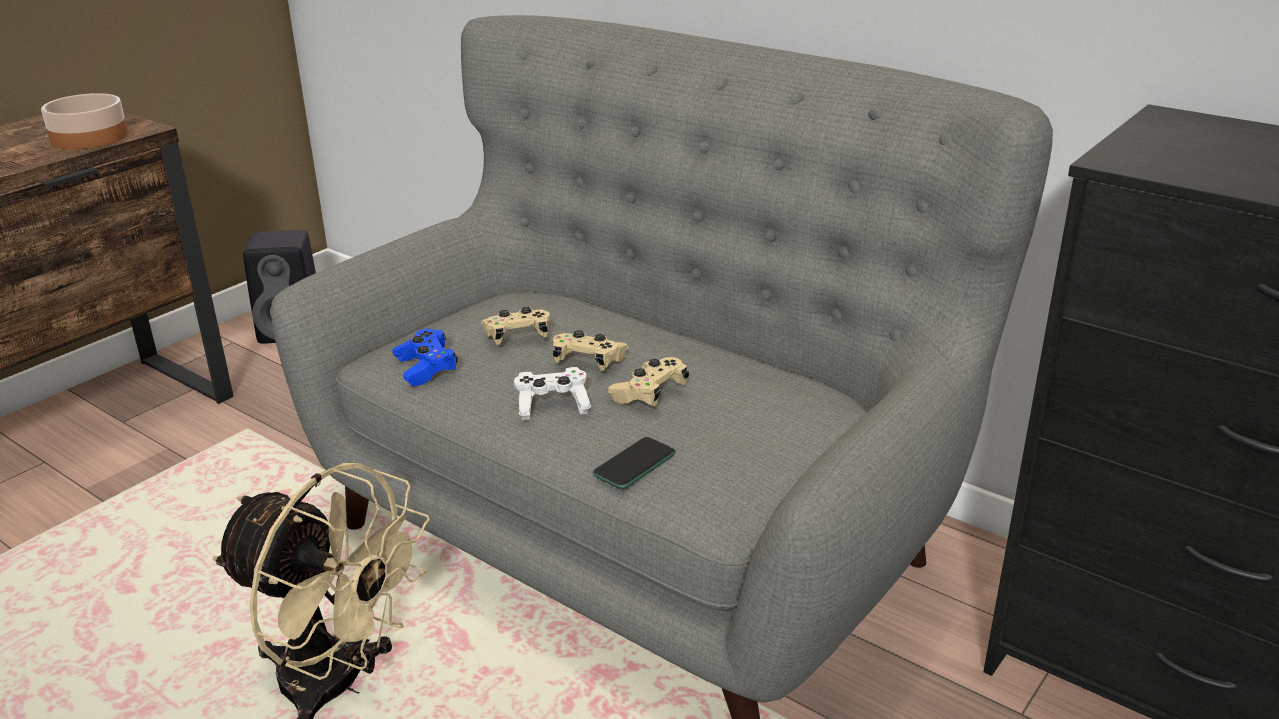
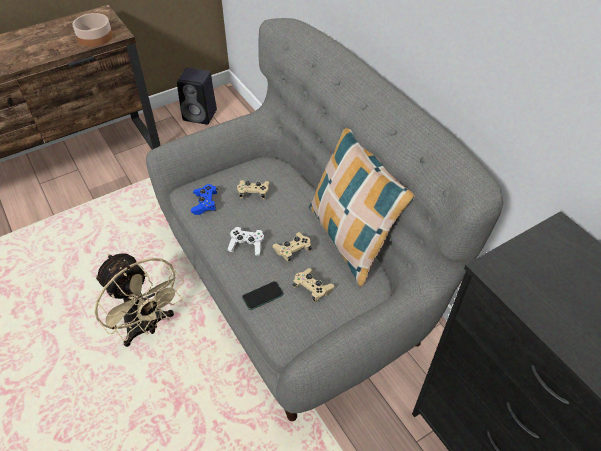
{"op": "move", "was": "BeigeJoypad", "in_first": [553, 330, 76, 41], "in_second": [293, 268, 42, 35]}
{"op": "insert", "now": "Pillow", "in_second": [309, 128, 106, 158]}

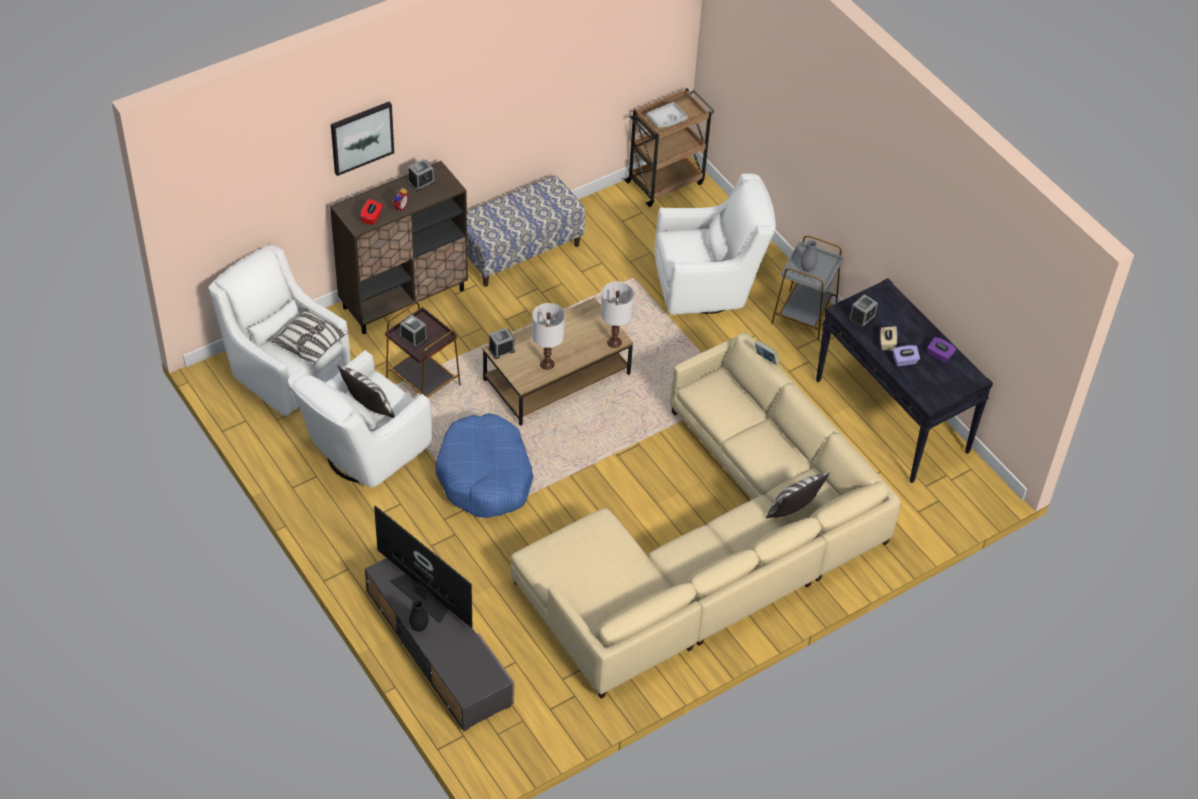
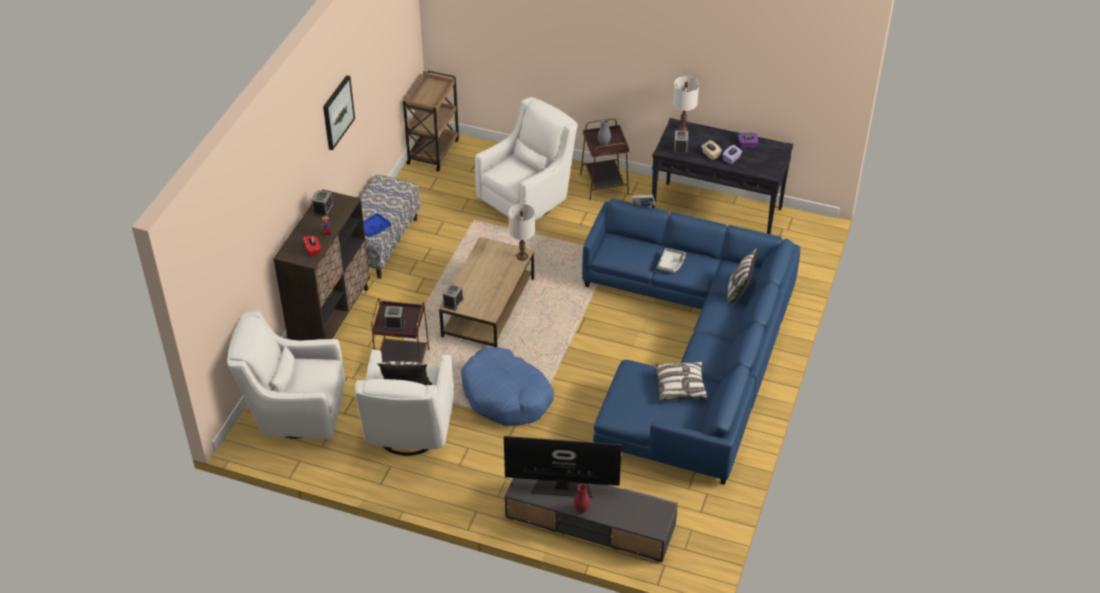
{"op": "move", "was": "Picture", "in_first": [331, 102, 63, 74], "in_second": [323, 75, 32, 75]}
{"op": "move", "was": "GreyishTray", "in_first": [647, 102, 40, 25], "in_second": [657, 248, 29, 25]}
{"op": "recolor", "was": "GreyishAccentTable", "now": "BrownishAccentTable", "in_first": [771, 235, 73, 107], "in_second": [580, 118, 49, 82]}
{"op": "move", "was": "WhiteColouredTabletopLamp", "in_first": [532, 303, 33, 67], "in_second": [672, 76, 27, 55]}
{"op": "move", "was": "Pillow", "in_first": [272, 308, 77, 57], "in_second": [653, 362, 55, 39]}
{"op": "recolor", "was": "BeigeSofa", "now": "BluishSofa", "in_first": [510, 332, 391, 367], "in_second": [582, 199, 218, 286]}
{"op": "recolor", "was": "BlackishVase", "now": "ReddishVase", "in_first": [409, 599, 20, 33], "in_second": [574, 484, 16, 29]}
{"op": "insert", "now": "BluishTray", "in_second": [363, 213, 28, 24]}

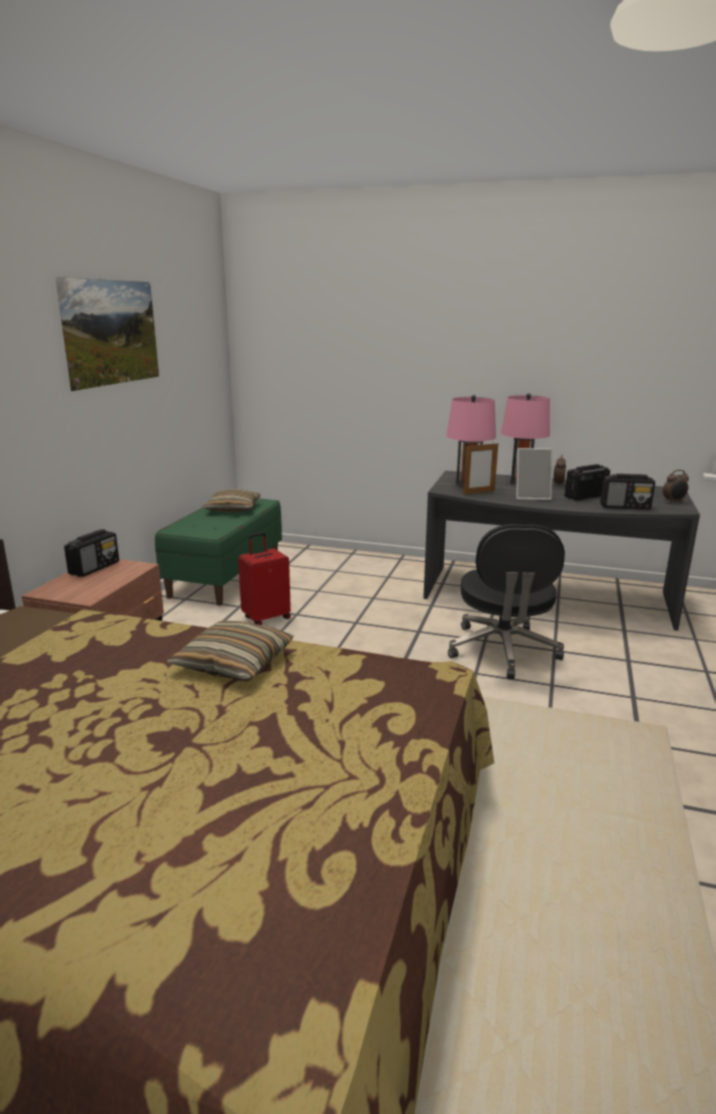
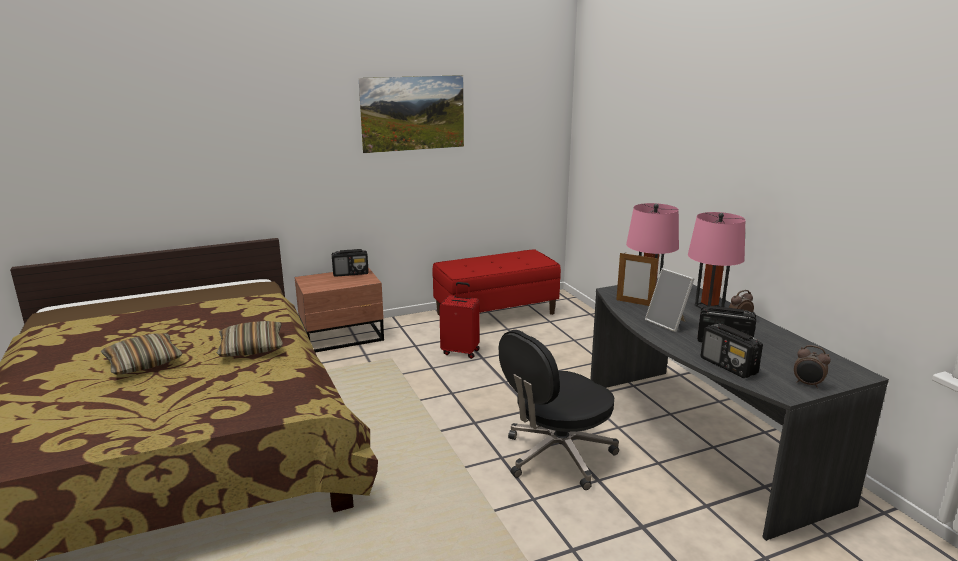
{"op": "move", "was": "Pillow", "in_first": [203, 489, 57, 23], "in_second": [101, 333, 81, 42]}
{"op": "recolor", "was": "GreenColouredBench", "now": "ReddishBench", "in_first": [155, 498, 127, 108], "in_second": [433, 249, 128, 66]}

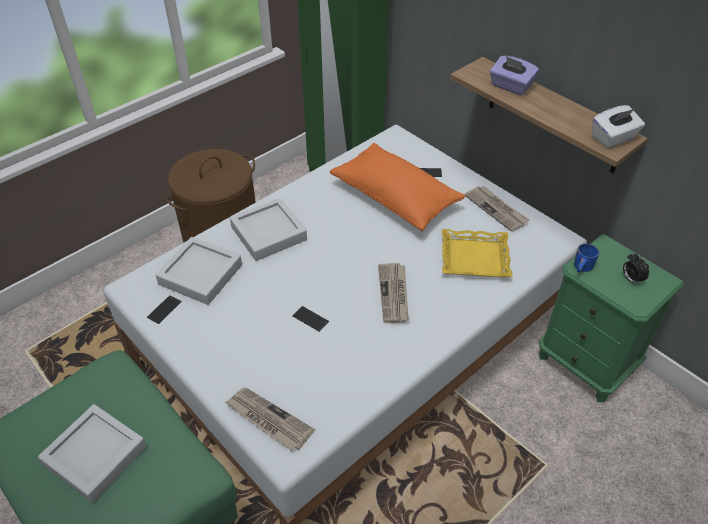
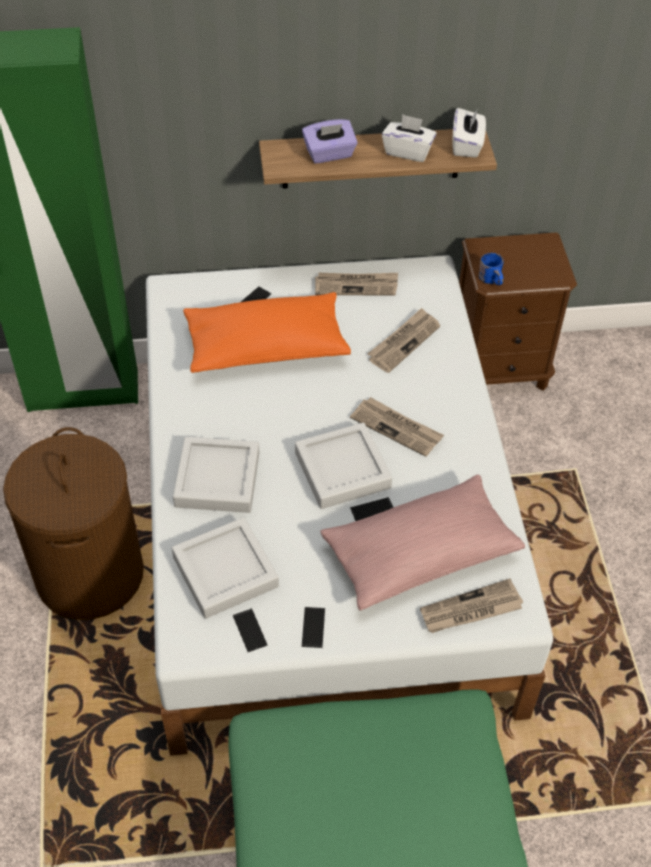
{"op": "replace", "was": "YellowishTray", "now": "DailyPaper", "in_first": [442, 229, 71, 48], "in_second": [367, 308, 73, 65]}
{"op": "recolor", "was": "GreenColouredNightstand", "now": "BrownishNightstand", "in_first": [539, 234, 145, 168], "in_second": [459, 233, 118, 158]}
{"op": "delete", "was": "TableClock", "in_first": [623, 253, 26, 33]}
{"op": "move", "was": "GreyishTray", "in_first": [38, 404, 109, 99], "in_second": [295, 423, 97, 86]}
{"op": "insert", "now": "WhiteColouredTissueBox", "in_second": [382, 114, 55, 48]}
{"op": "insert", "now": "PinkPillow", "in_second": [320, 474, 205, 136]}
{"op": "insert", "now": "Handset", "in_second": [302, 607, 23, 41]}

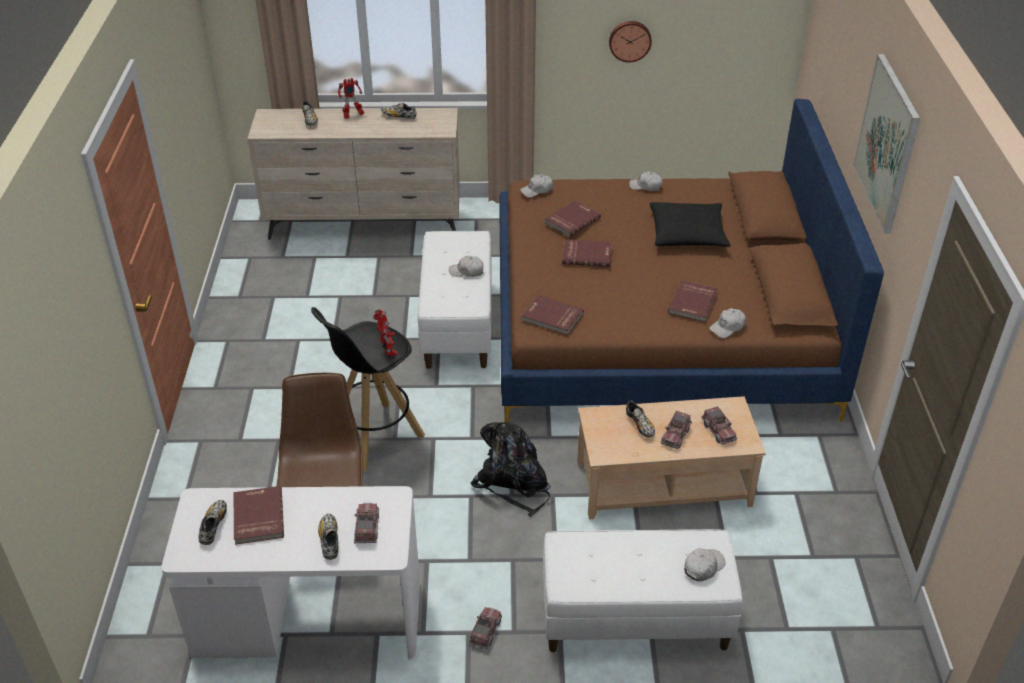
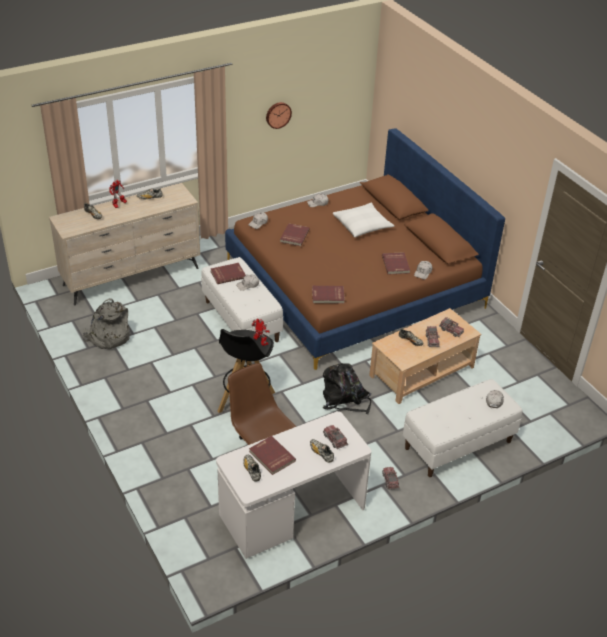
{"op": "delete", "was": "Picture", "in_first": [853, 54, 67, 179]}
{"op": "recolor", "was": "BlackishPillow", "now": "WhiteColouredPillow", "in_first": [650, 202, 81, 45], "in_second": [333, 202, 61, 35]}
{"op": "move", "was": "ReddishBoundBook", "in_first": [562, 239, 50, 28], "in_second": [210, 263, 36, 21]}
{"op": "insert", "now": "GreyishBackpack", "in_second": [83, 298, 47, 51]}

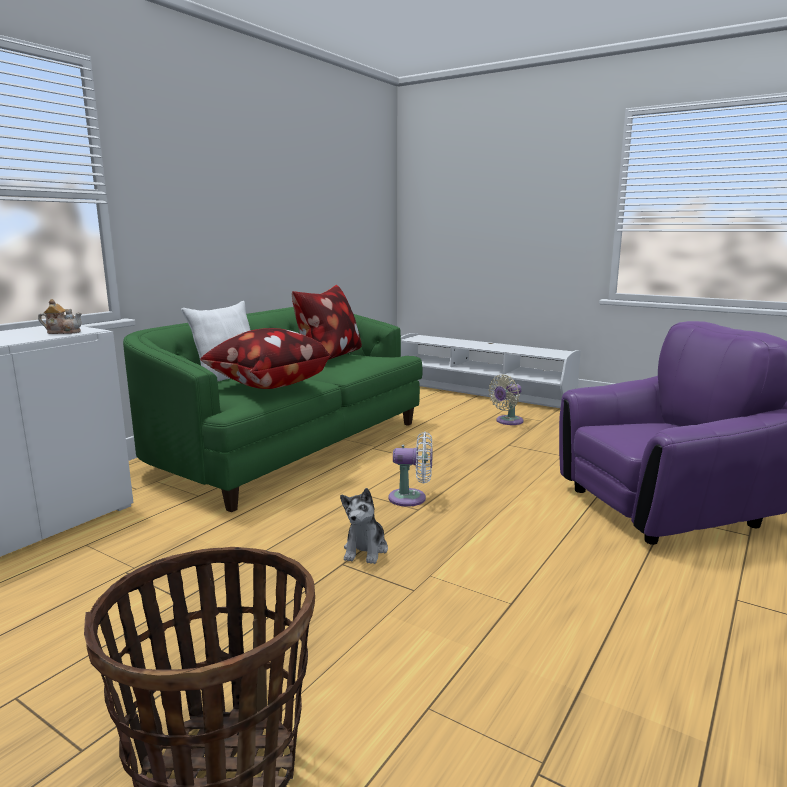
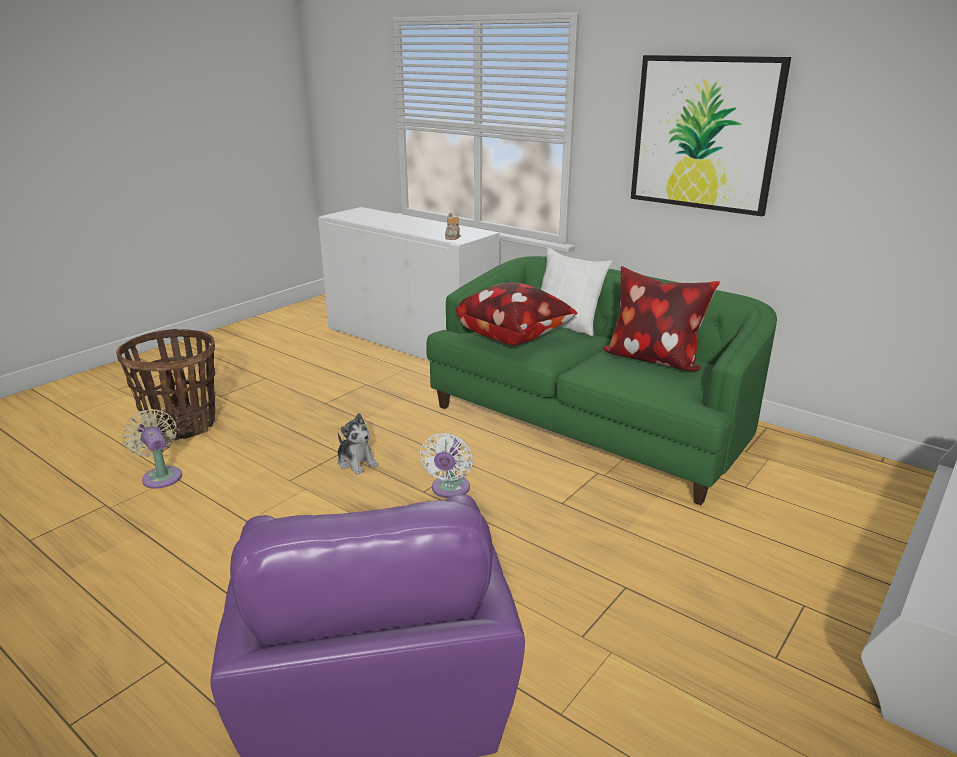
{"op": "move", "was": "BeigeCoolingFan", "in_first": [488, 374, 36, 51], "in_second": [122, 409, 60, 80]}
{"op": "rotate", "was": "PlushToy", "in_first": [340, 488, 48, 76], "in_second": [338, 413, 40, 62], "clockwise": -150}
{"op": "insert", "now": "Picture", "in_second": [631, 55, 160, 161]}

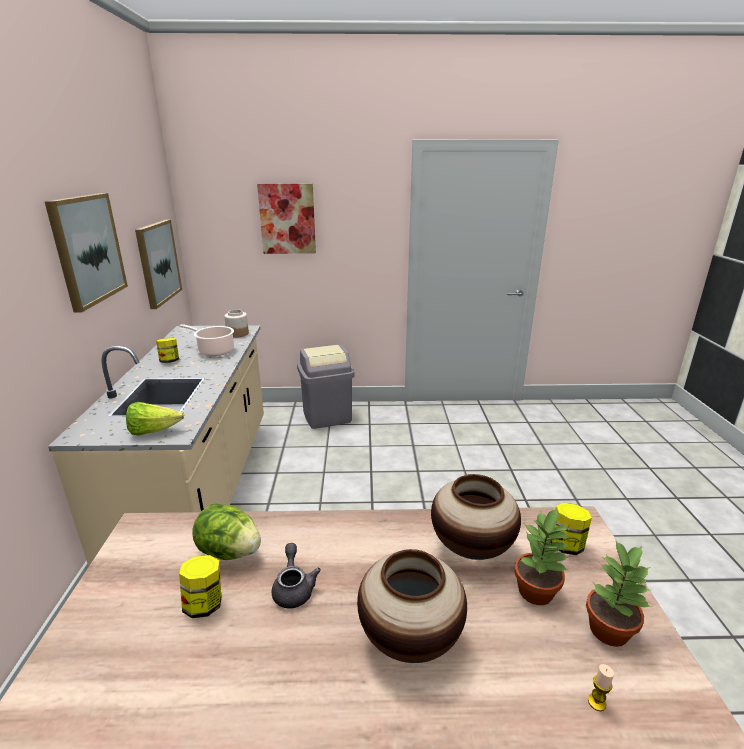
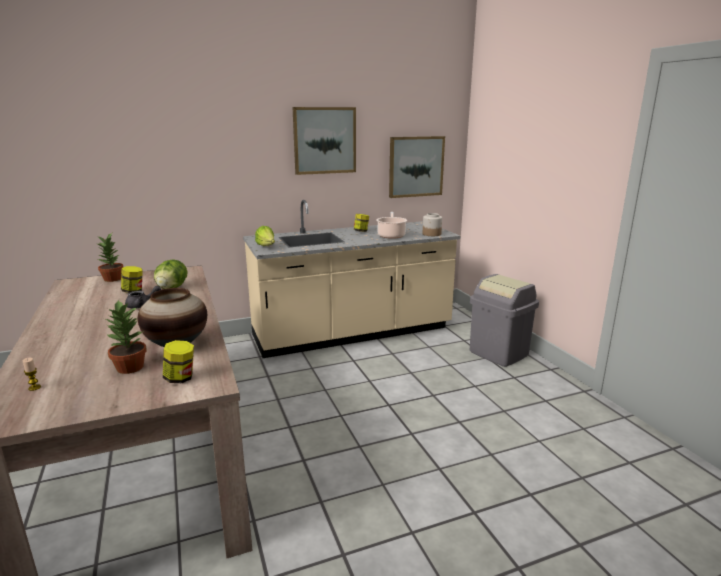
{"op": "delete", "was": "Picture", "in_first": [257, 184, 59, 70]}
{"op": "move", "was": "Houseplant", "in_first": [586, 539, 66, 108], "in_second": [95, 233, 28, 49]}
{"op": "delete", "was": "Vase", "in_first": [357, 549, 110, 114]}

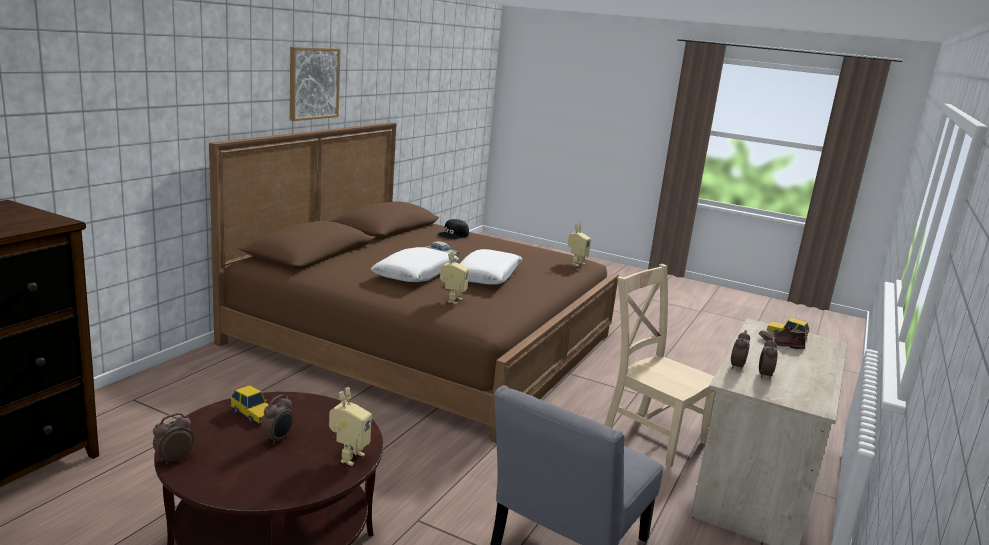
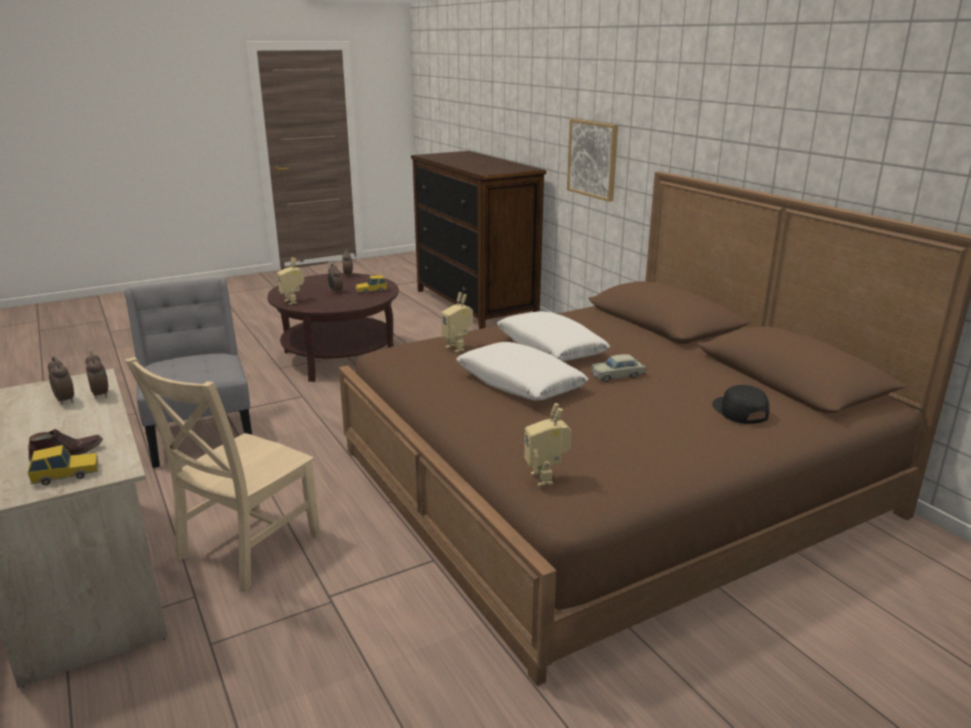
{"op": "move", "was": "Picture", "in_first": [290, 47, 51, 74], "in_second": [567, 119, 51, 83]}
{"op": "rotate", "was": "BeigeUprightChair", "in_first": [604, 264, 112, 204], "in_second": [125, 357, 195, 235], "clockwise": 135}

